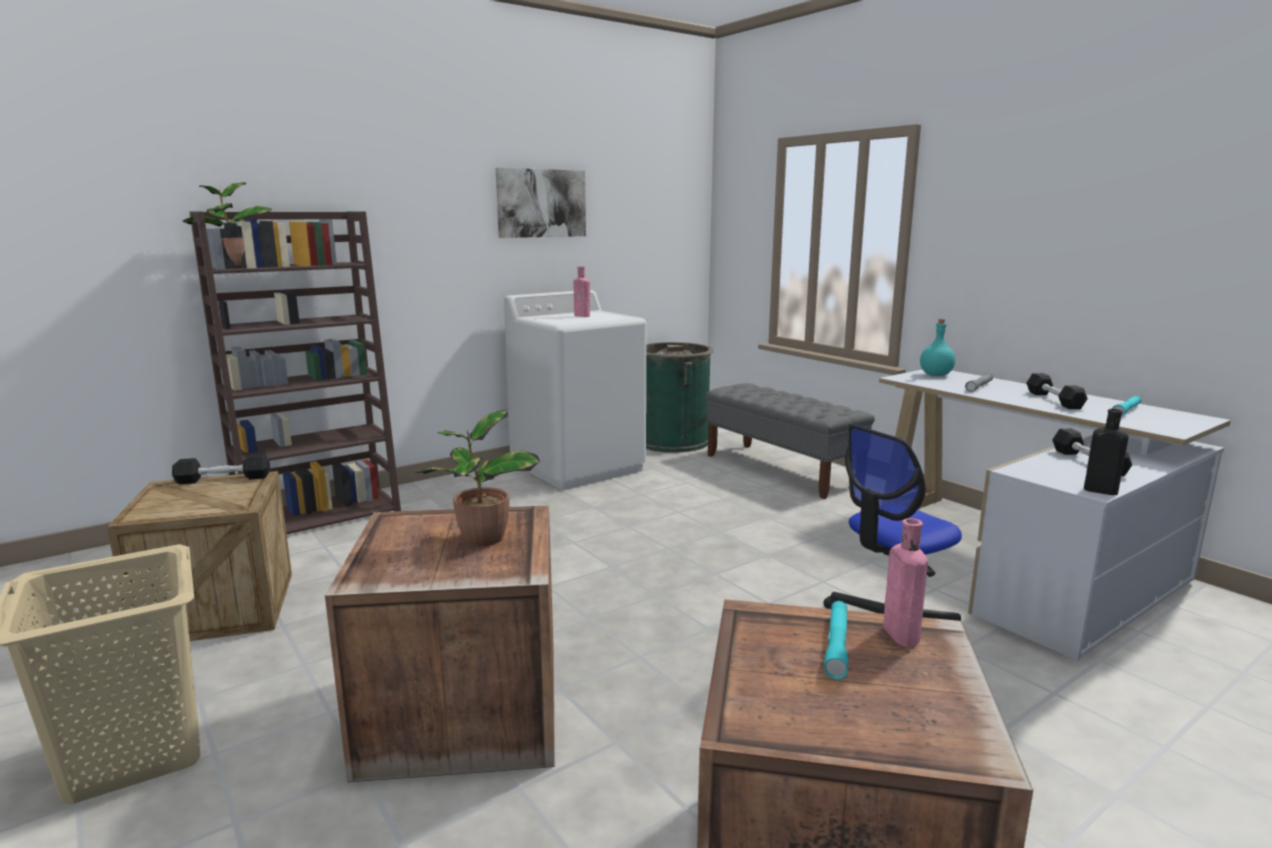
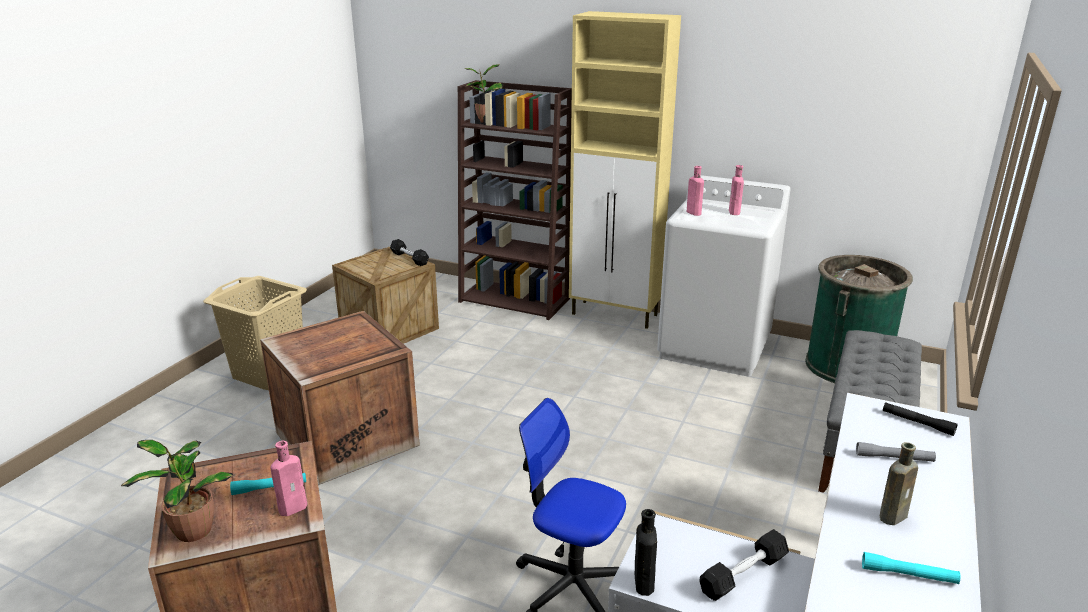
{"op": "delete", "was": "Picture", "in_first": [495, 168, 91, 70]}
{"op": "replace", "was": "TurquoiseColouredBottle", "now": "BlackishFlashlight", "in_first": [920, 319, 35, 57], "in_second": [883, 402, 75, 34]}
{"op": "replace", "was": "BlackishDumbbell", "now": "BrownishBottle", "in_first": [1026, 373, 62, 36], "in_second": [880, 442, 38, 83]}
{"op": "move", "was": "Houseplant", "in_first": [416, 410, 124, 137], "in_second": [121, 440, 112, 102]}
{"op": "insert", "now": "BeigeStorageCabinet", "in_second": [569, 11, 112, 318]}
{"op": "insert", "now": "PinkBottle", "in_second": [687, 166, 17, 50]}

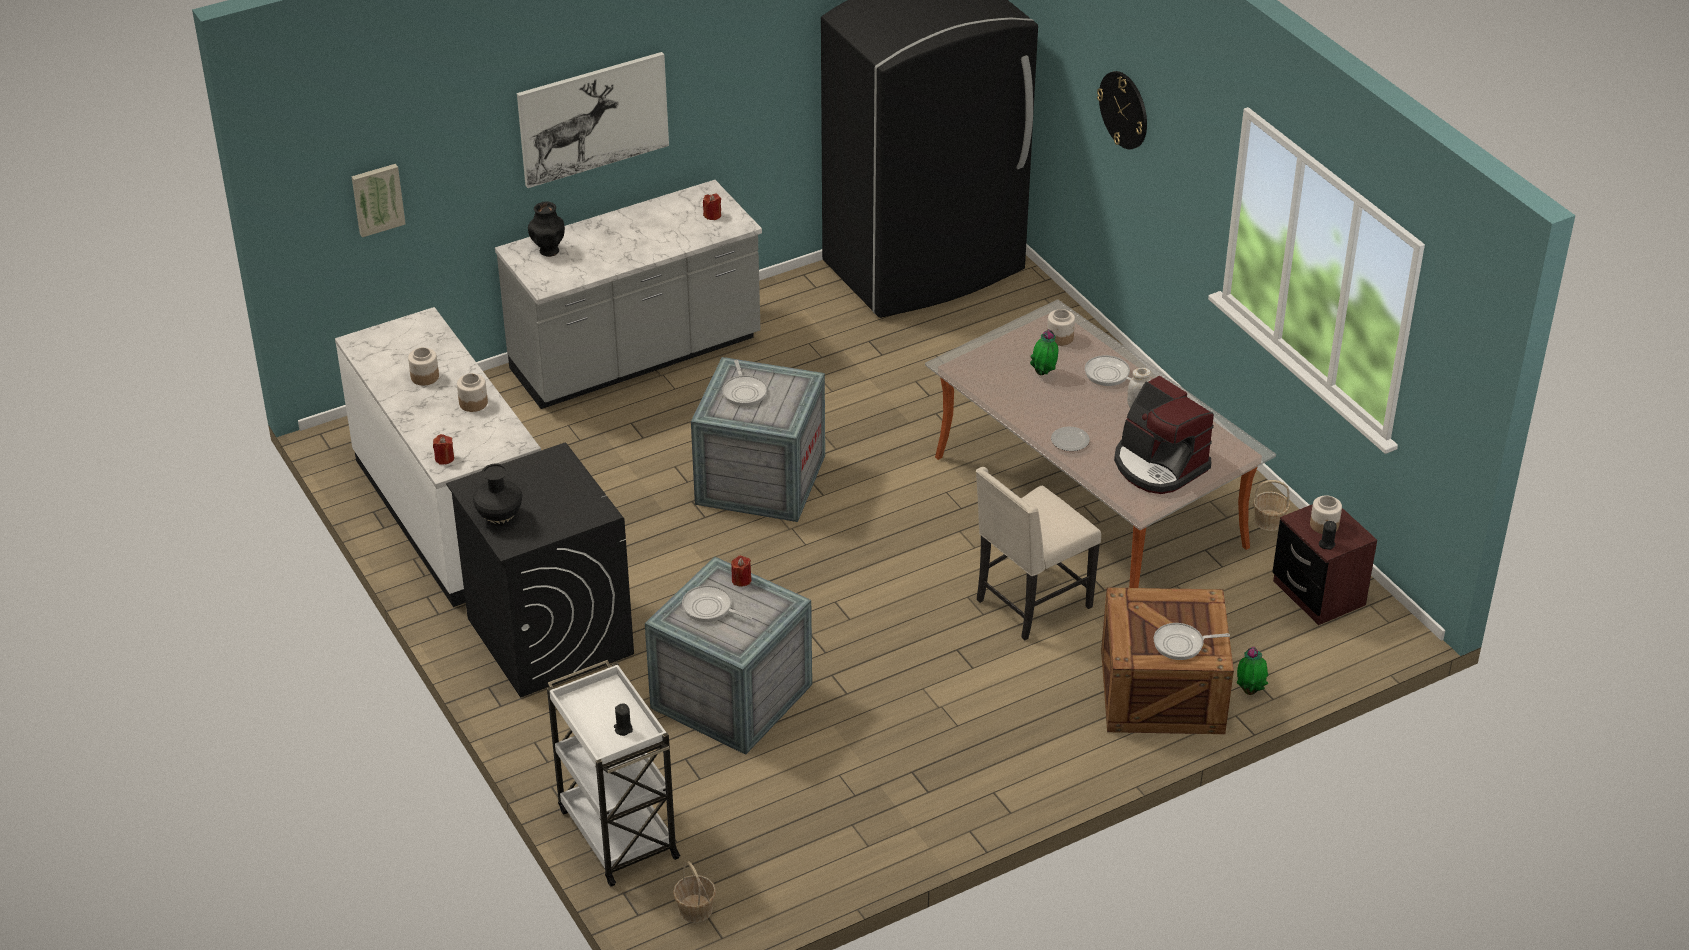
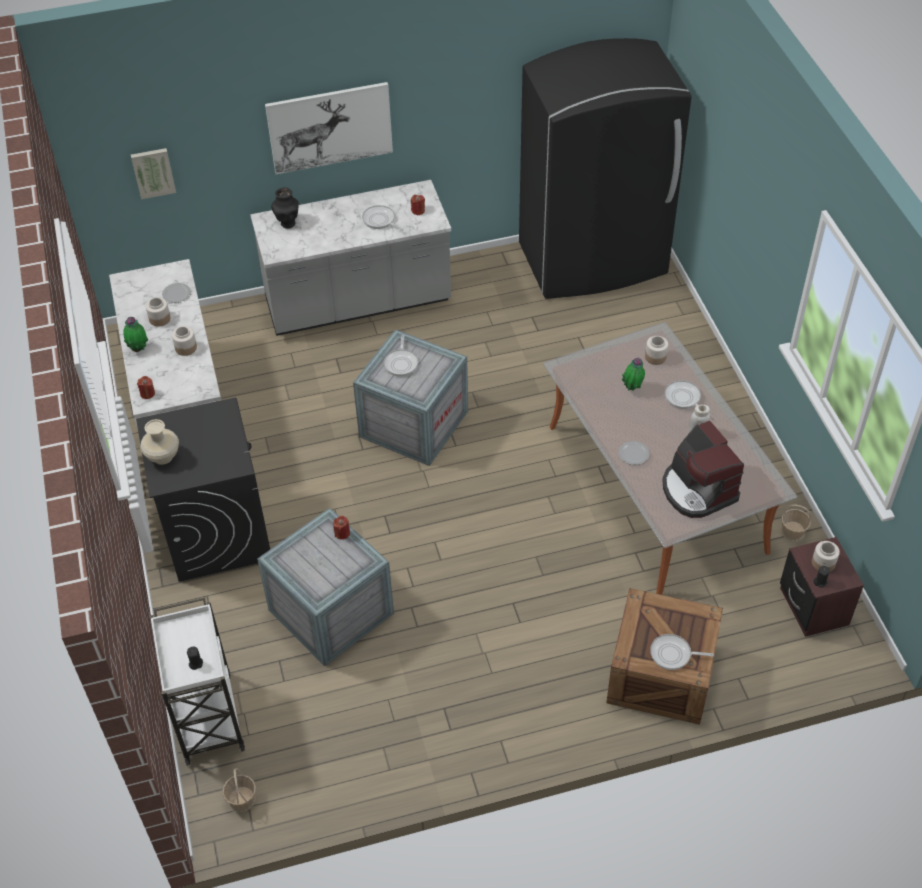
{"op": "delete", "was": "HangingClock", "in_first": [1097, 71, 50, 78]}
{"op": "recolor", "was": "BlackishVase", "now": "BeigeVase", "in_first": [473, 464, 50, 62], "in_second": [140, 419, 39, 46]}
{"op": "delete", "was": "BeigeUprightChair", "in_first": [976, 467, 125, 173]}
{"op": "move", "was": "Skillet", "in_first": [682, 585, 70, 37], "in_second": [362, 205, 42, 26]}
{"op": "move", "was": "Houseplant", "in_first": [1237, 647, 32, 48], "in_second": [123, 317, 25, 35]}
{"op": "insert", "now": "FlatDish", "in_second": [162, 283, 29, 20]}

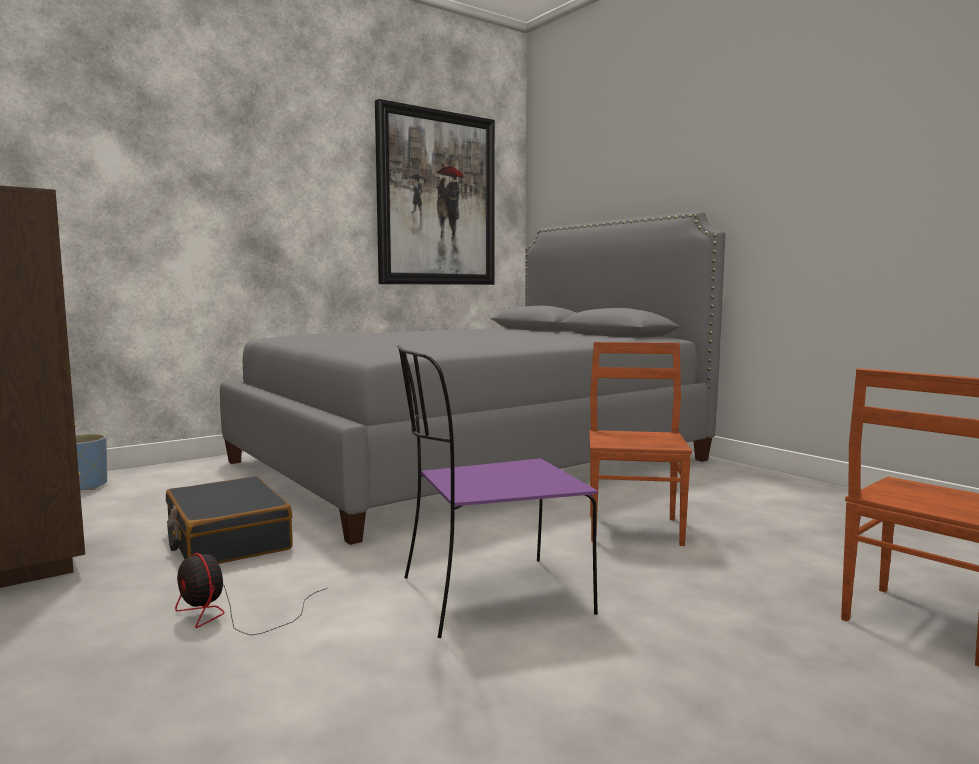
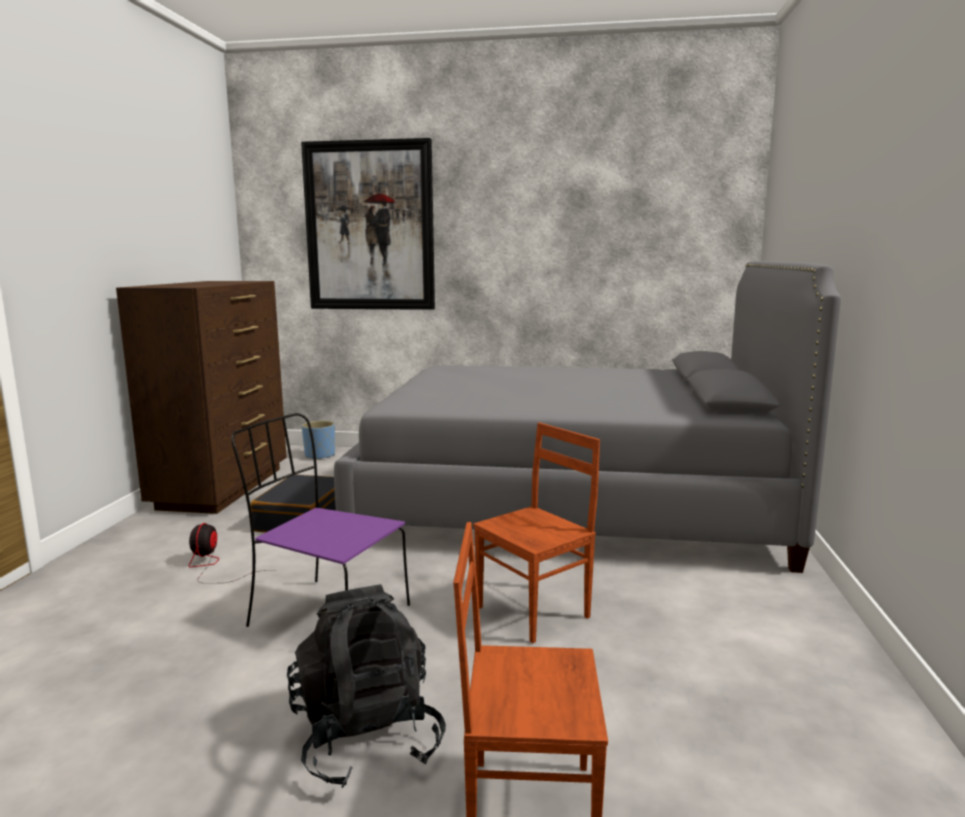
{"op": "move", "was": "Picture", "in_first": [375, 99, 120, 186], "in_second": [301, 138, 134, 172]}
{"op": "insert", "now": "BlackishBackpack", "in_second": [287, 585, 159, 203]}

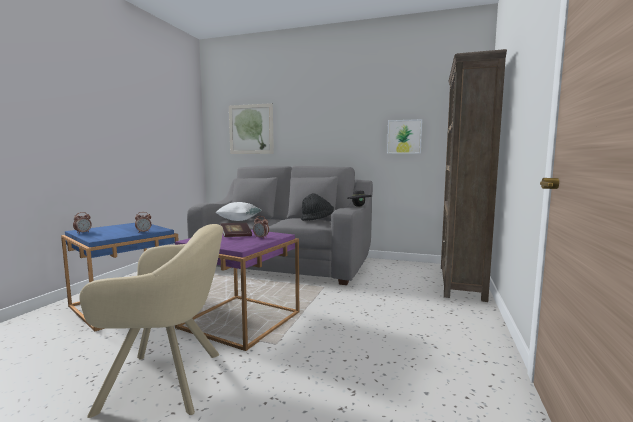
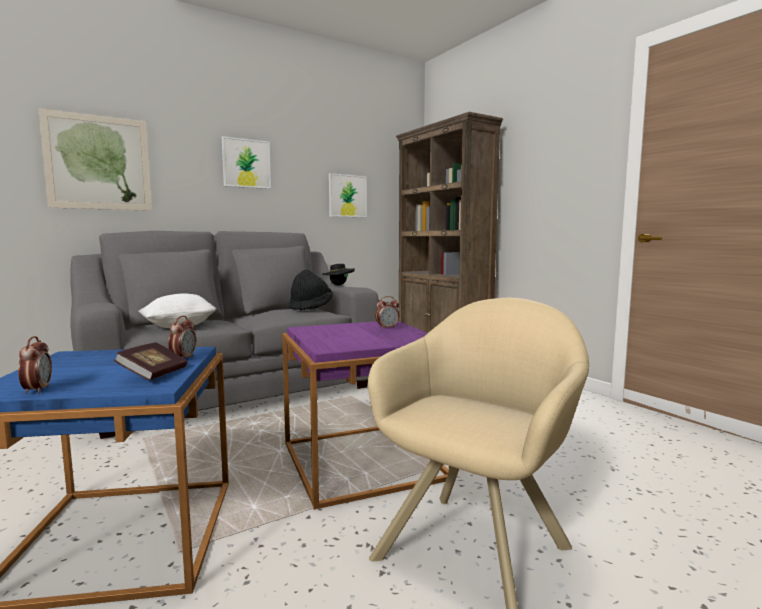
{"op": "move", "was": "BoundBook", "in_first": [220, 223, 32, 14], "in_second": [114, 342, 73, 39]}
{"op": "insert", "now": "Picture", "in_second": [222, 136, 49, 53]}

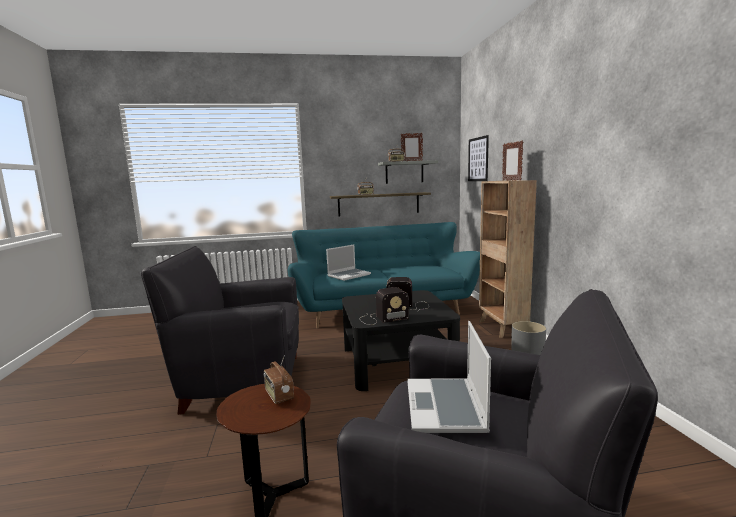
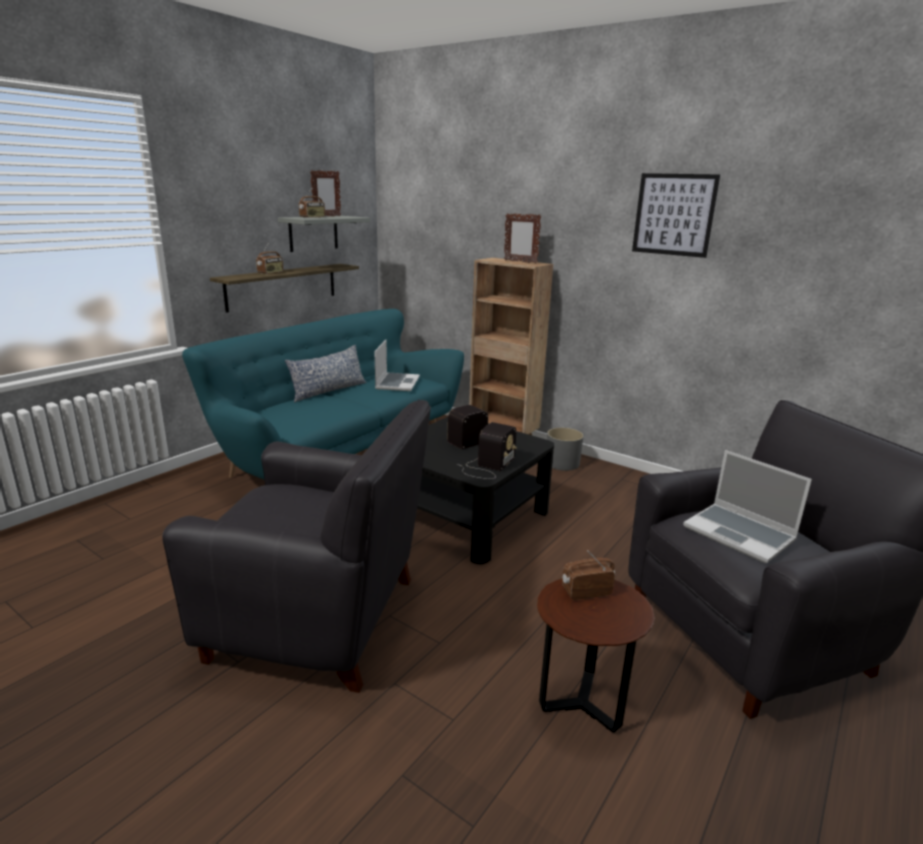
{"op": "move", "was": "Picture", "in_first": [468, 135, 21, 46], "in_second": [632, 173, 88, 85]}
{"op": "move", "was": "PortableComputer", "in_first": [326, 245, 45, 36], "in_second": [374, 339, 46, 52]}
{"op": "rotate", "was": "BlackishLoungeChair", "in_first": [141, 246, 158, 169], "in_second": [162, 399, 269, 294], "clockwise": -120}
{"op": "rotate", "was": "RadioSet", "in_first": [263, 355, 31, 49], "in_second": [562, 551, 53, 49], "clockwise": 150}
{"op": "insert", "now": "Pillow", "in_second": [285, 345, 81, 57]}

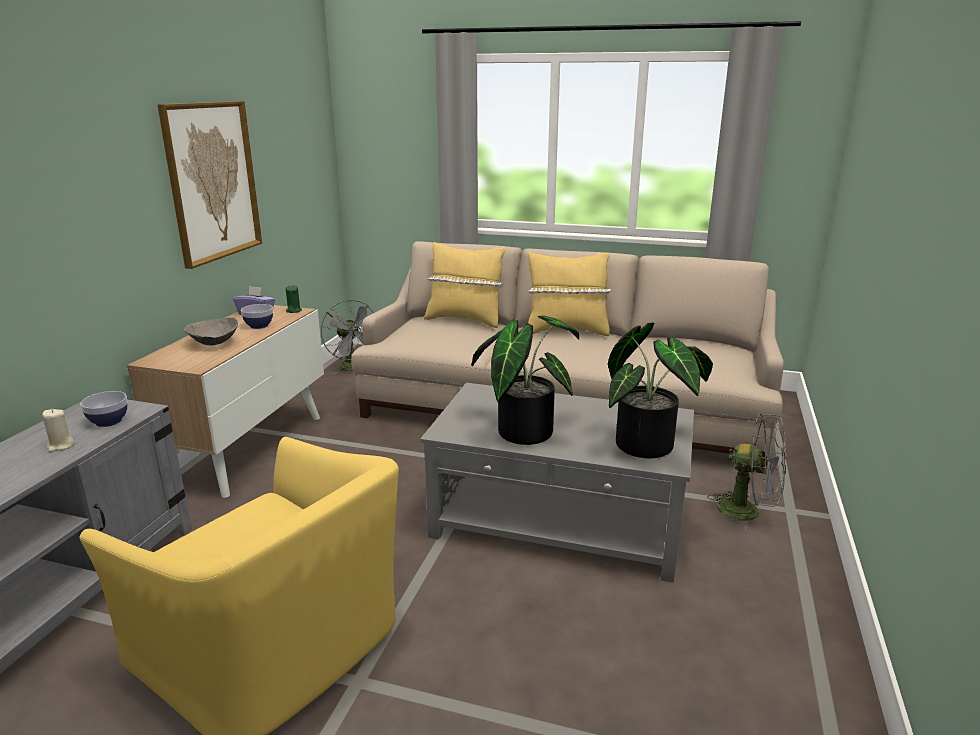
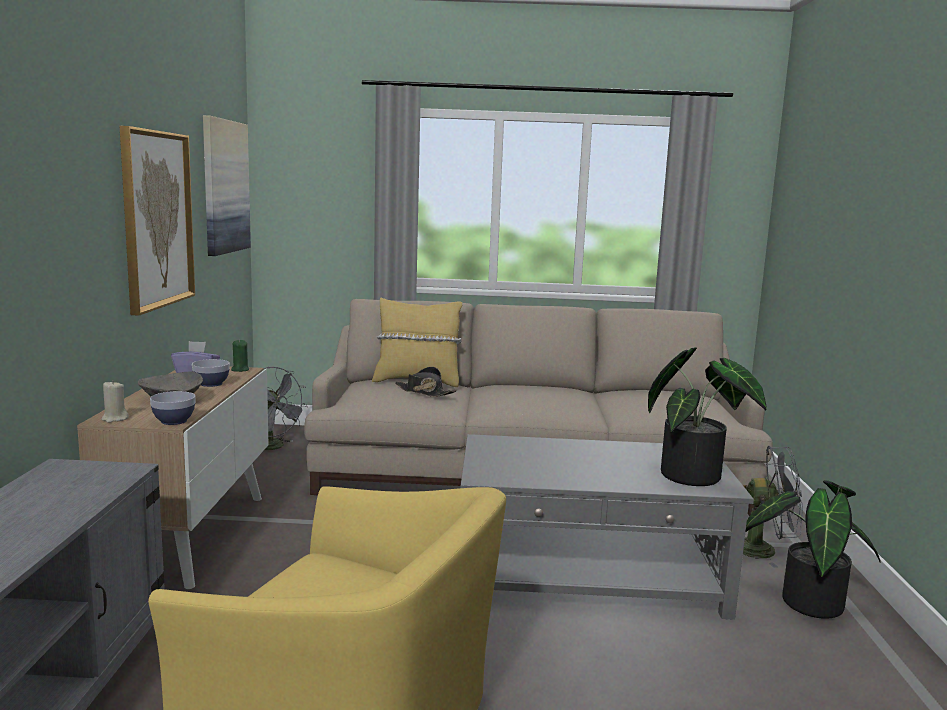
{"op": "delete", "was": "YellowishPillow", "in_first": [528, 252, 83, 84]}
{"op": "move", "was": "Houseplant", "in_first": [471, 316, 108, 129], "in_second": [746, 480, 135, 139]}
{"op": "move", "was": "ServingBowl", "in_first": [80, 391, 47, 36], "in_second": [150, 391, 46, 34]}
{"op": "move", "was": "BeigeCandle", "in_first": [42, 409, 33, 43], "in_second": [102, 380, 27, 43]}
{"op": "insert", "now": "Picture", "in_second": [203, 115, 48, 141]}
{"op": "insert", "now": "BlackishWearableHat", "in_second": [395, 367, 62, 30]}

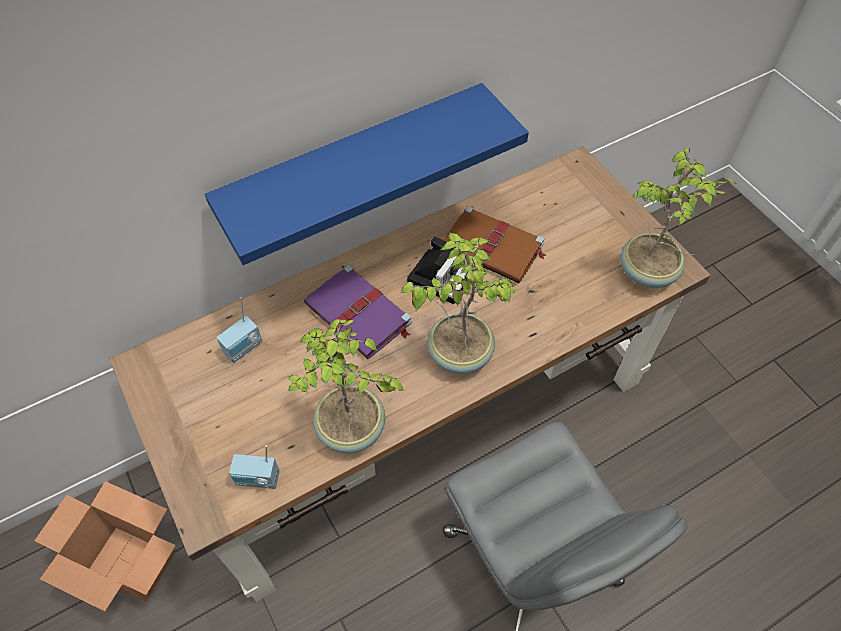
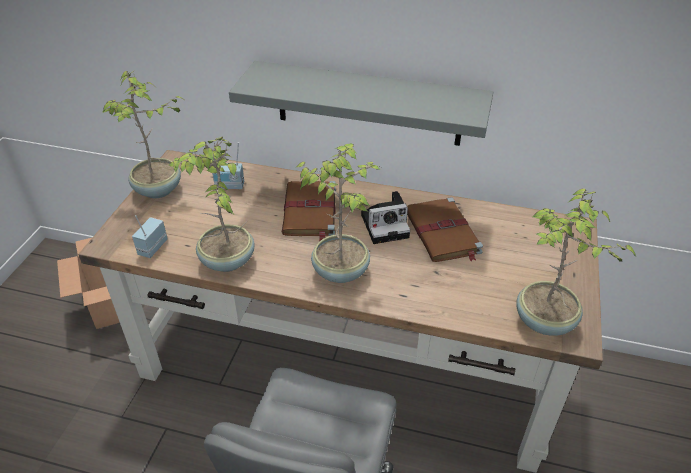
{"op": "recolor", "was": "BluishWallShelf", "now": "GreyishWallShelf", "in_first": [205, 83, 324, 182], "in_second": [229, 61, 264, 85]}
{"op": "recolor", "was": "PurplishBoundBook", "now": "BrownishBoundBook", "in_first": [304, 265, 108, 94], "in_second": [282, 181, 54, 60]}
{"op": "rotate", "was": "RadioSet", "in_first": [229, 445, 51, 44], "in_second": [132, 215, 36, 43], "clockwise": 60}
{"op": "insert", "now": "Houseplant", "in_second": [102, 70, 84, 128]}

